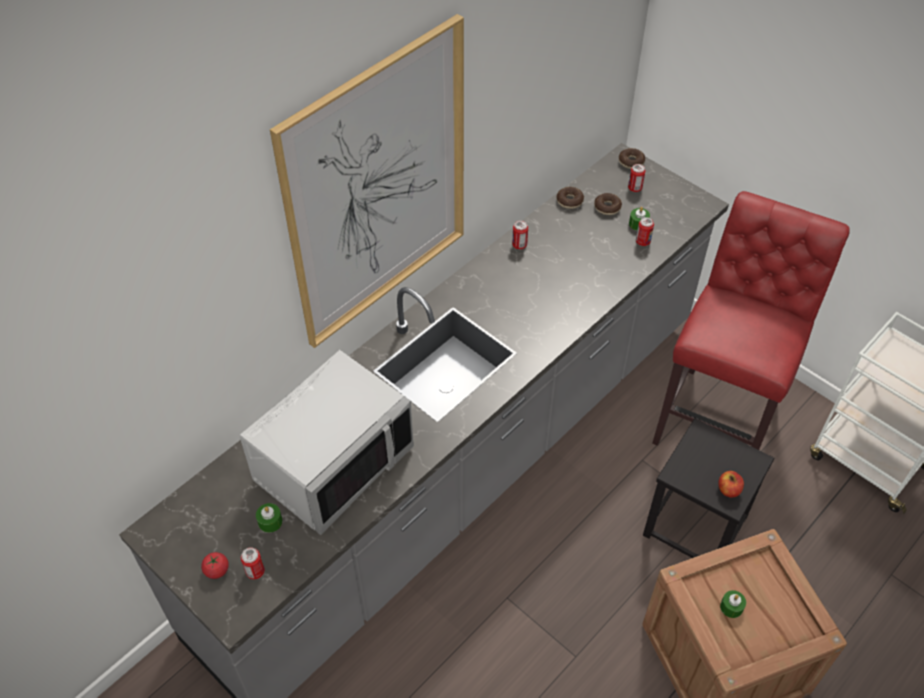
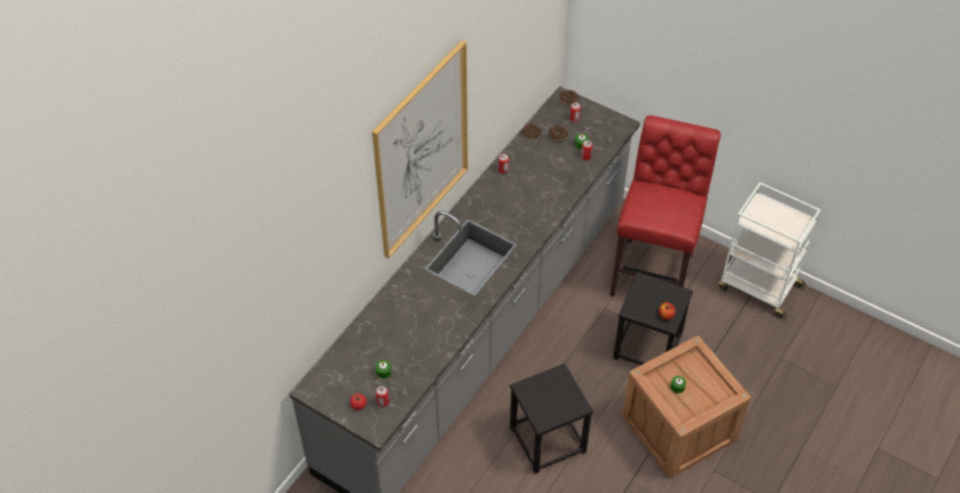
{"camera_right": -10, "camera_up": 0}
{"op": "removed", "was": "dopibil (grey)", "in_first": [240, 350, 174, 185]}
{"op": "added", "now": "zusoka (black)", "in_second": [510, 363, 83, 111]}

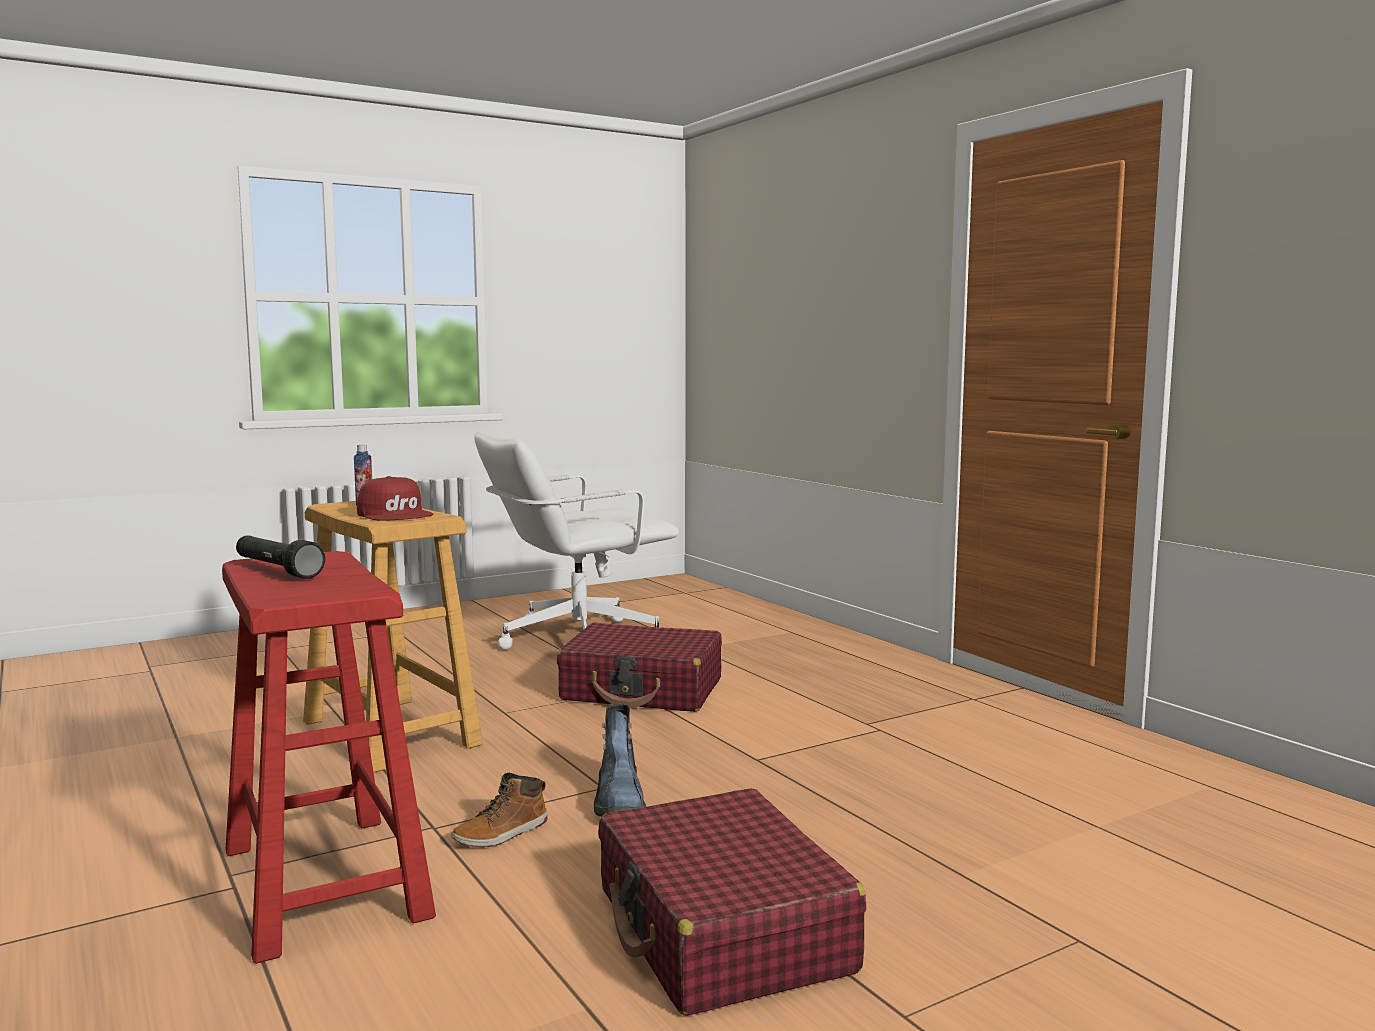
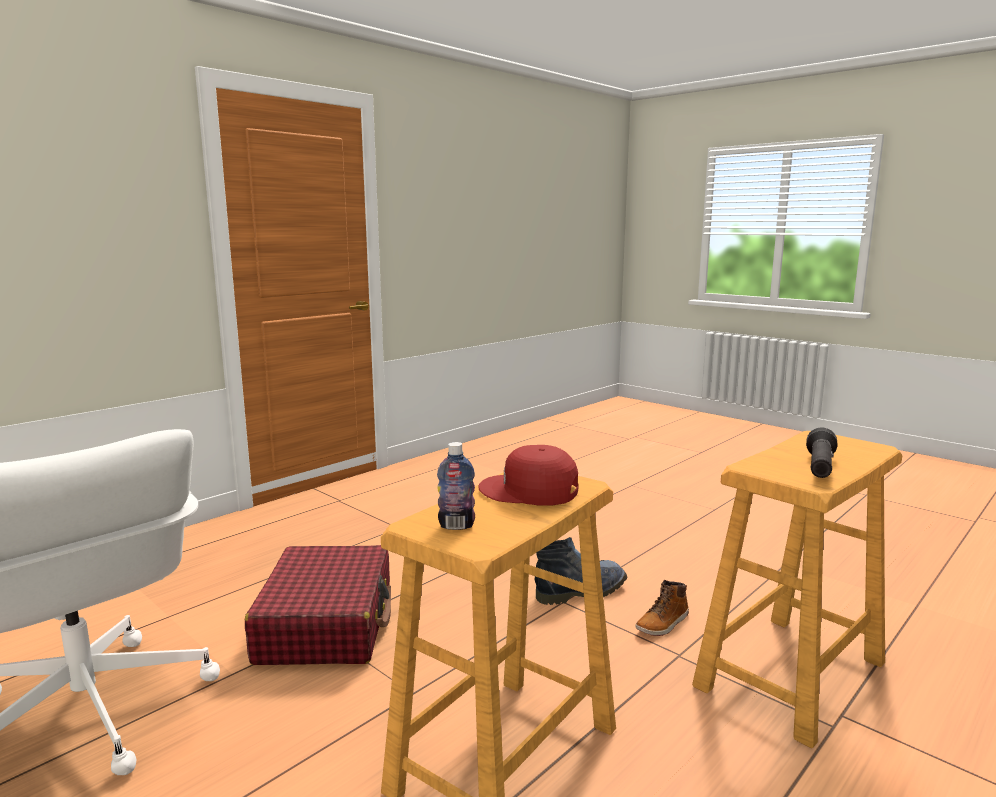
{"camera_right": -105, "camera_up": 5}
{"op": "removed", "was": "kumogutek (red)", "in_first": [598, 788, 269, 228]}
{"op": "recoloured", "was": "zusoka (red)", "now": "zusoka (beige)", "in_first": [222, 551, 214, 413], "in_second": [692, 431, 210, 317]}
{"op": "turned", "was": "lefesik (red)", "in_first": [357, 476, 76, 45], "in_second": [478, 445, 101, 61], "clockwise": -105}
{"op": "turned", "was": "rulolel", "in_first": [451, 773, 96, 74], "in_second": [635, 580, 54, 56], "clockwise": 105}

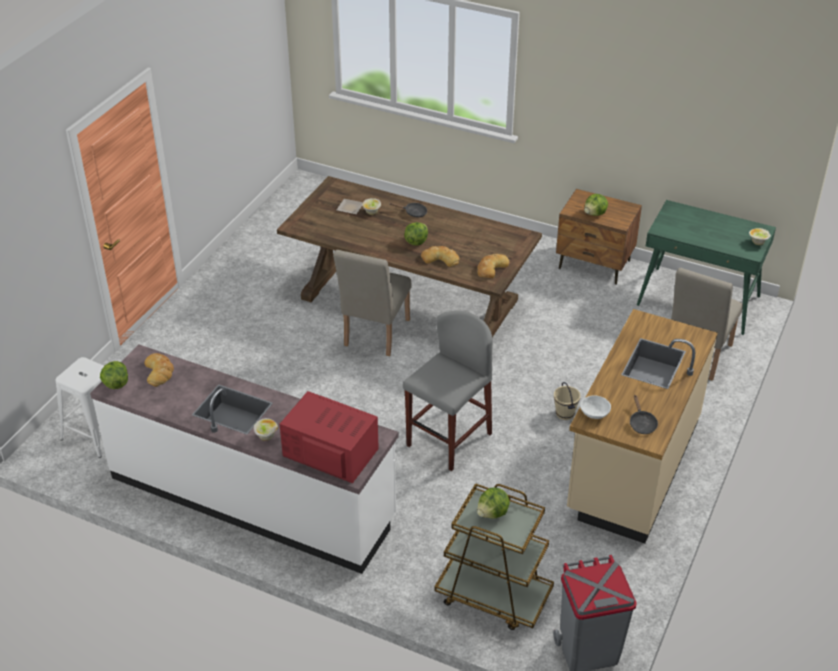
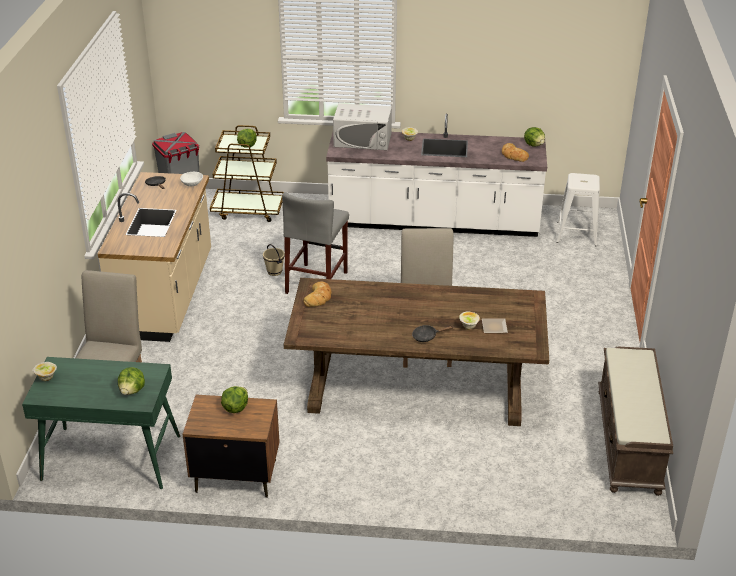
{"camera_right": 160, "camera_up": -5}
{"op": "removed", "was": "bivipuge", "in_first": [421, 246, 38, 21]}
{"op": "added", "now": "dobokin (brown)", "in_second": [598, 347, 75, 149]}
{"op": "moved", "was": "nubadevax", "in_first": [404, 222, 24, 24], "in_second": [118, 367, 27, 28]}
{"op": "moved", "was": "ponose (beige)", "in_first": [554, 382, 27, 38], "in_second": [263, 244, 22, 32]}
{"op": "recoloured", "was": "dopibil (red)", "now": "dopibil (white)", "in_first": [280, 391, 99, 92], "in_second": [333, 103, 59, 47]}

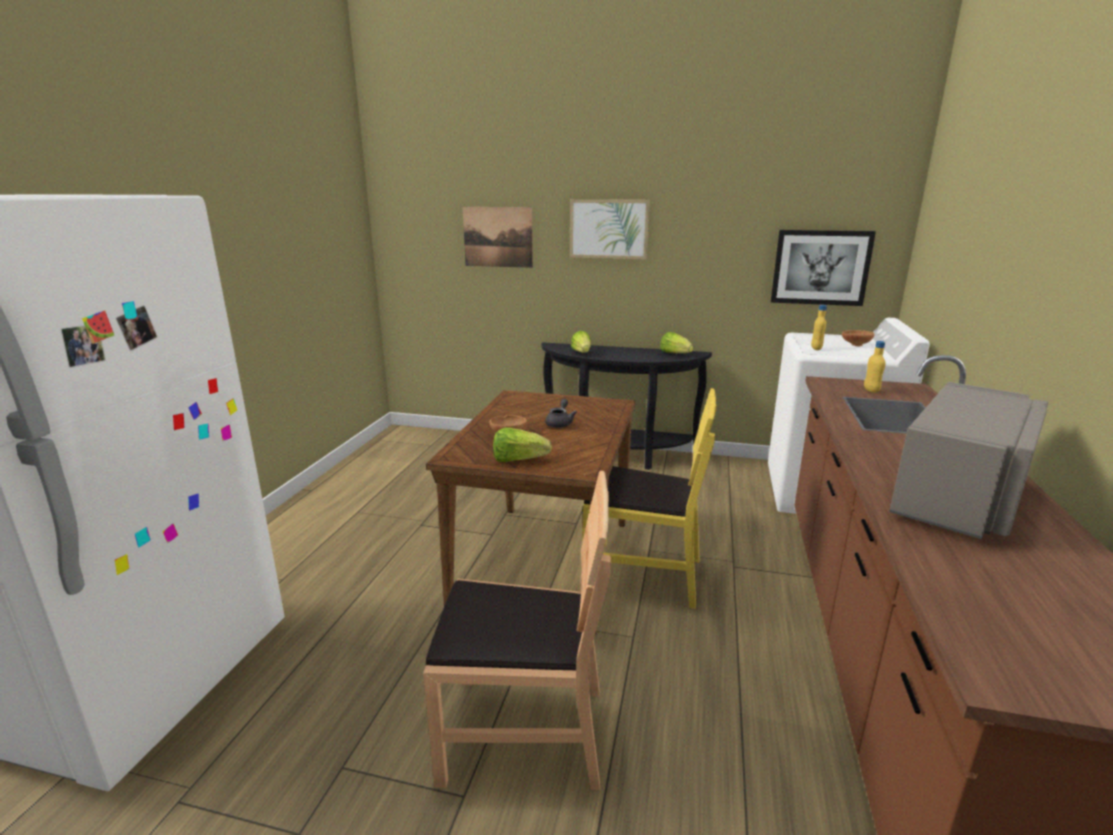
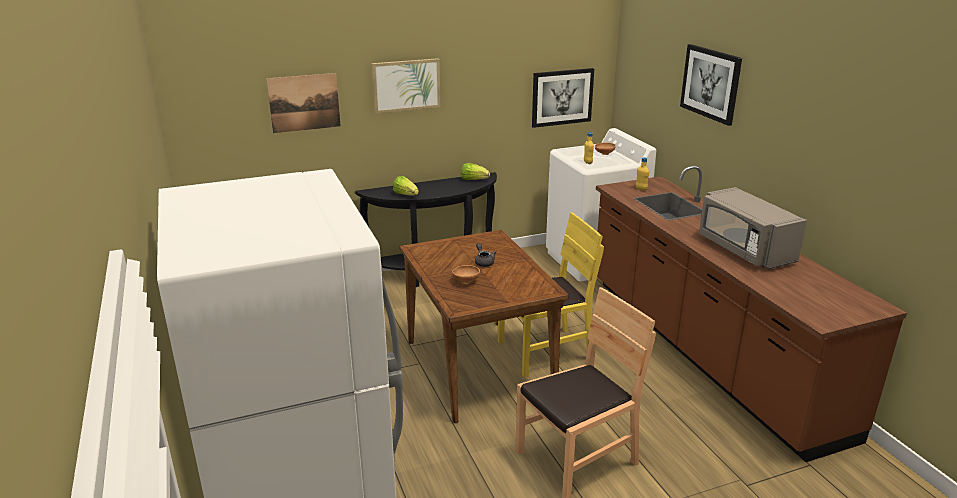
{"camera_right": -35, "camera_up": 5}
{"op": "removed", "was": "nubadevax", "in_first": [493, 427, 59, 35]}
{"op": "added", "now": "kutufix", "in_second": [680, 44, 62, 82]}
{"op": "turned", "was": "dopibil (grey)", "in_first": [889, 382, 159, 157], "in_second": [699, 187, 108, 82], "clockwise": 150}

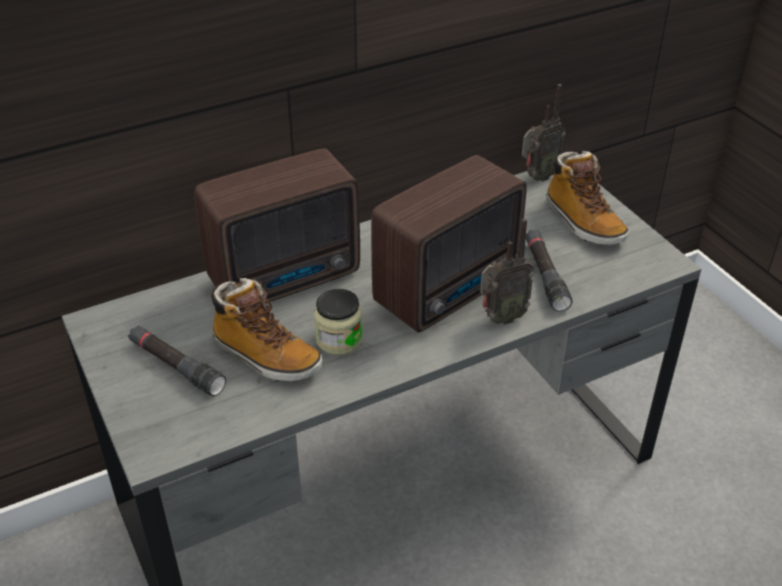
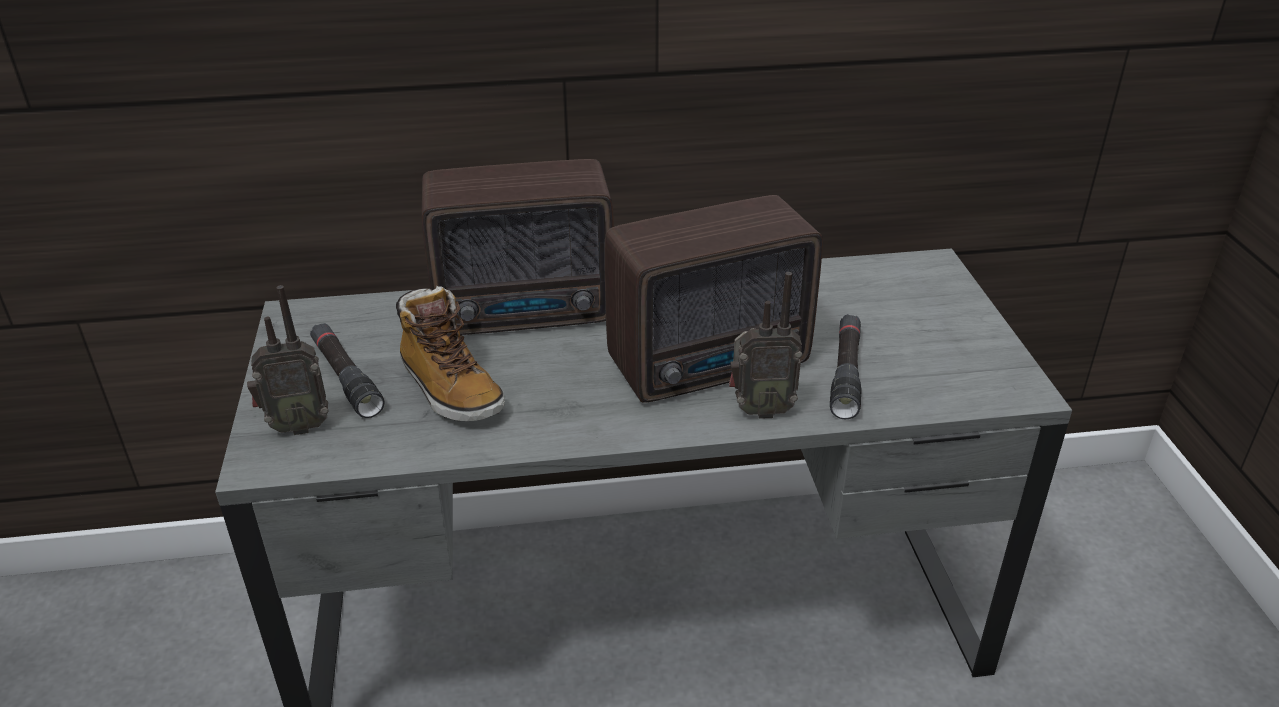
{"camera_right": 20, "camera_up": -5}
{"op": "removed", "was": "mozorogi", "in_first": [314, 289, 49, 66]}
{"op": "removed", "was": "rulolel", "in_first": [546, 151, 83, 94]}
{"op": "moved", "was": "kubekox", "in_first": [522, 84, 44, 98], "in_second": [247, 285, 82, 150]}

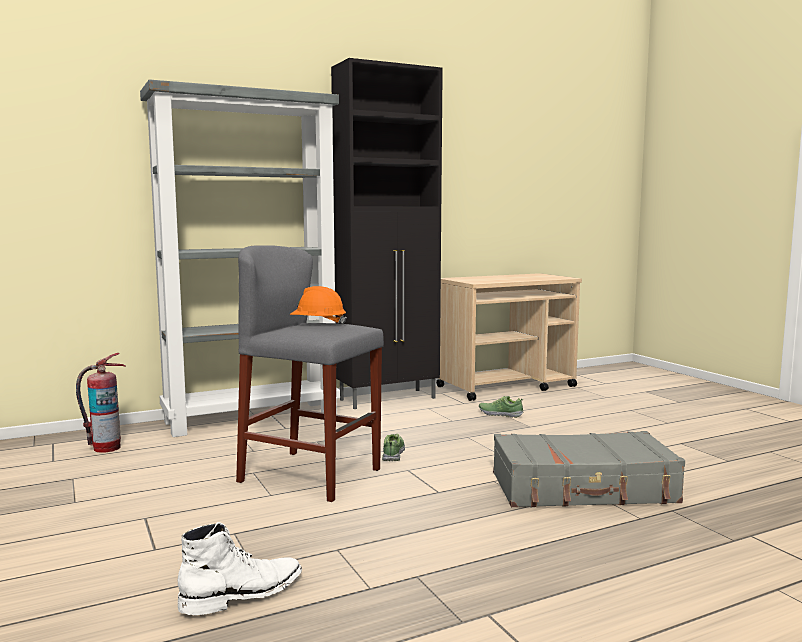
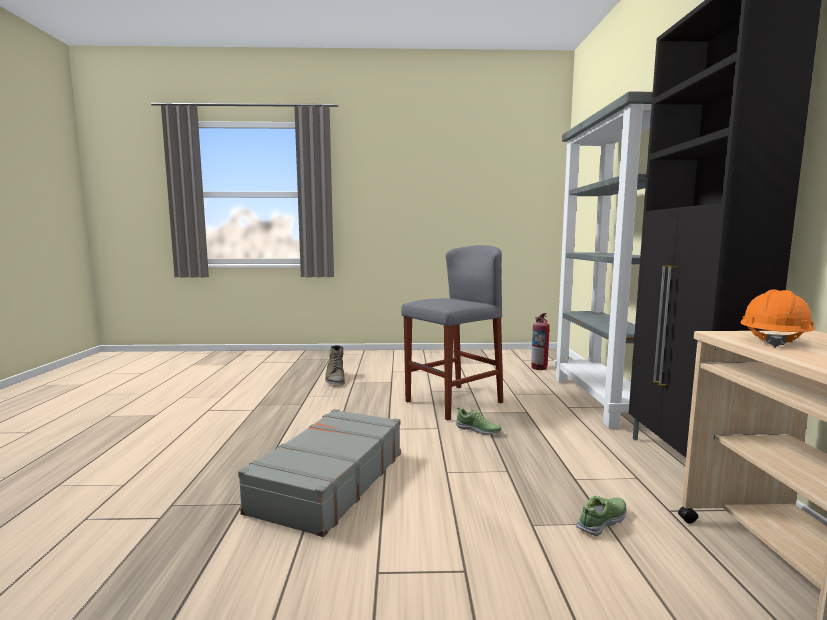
{"camera_right": 115, "camera_up": 0}
{"op": "moved", "was": "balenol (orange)", "in_first": [290, 286, 57, 39], "in_second": [740, 289, 75, 59]}
{"op": "recoloured", "was": "rulolel (white)", "now": "rulolel (green)", "in_first": [177, 522, 125, 93], "in_second": [325, 345, 20, 40]}

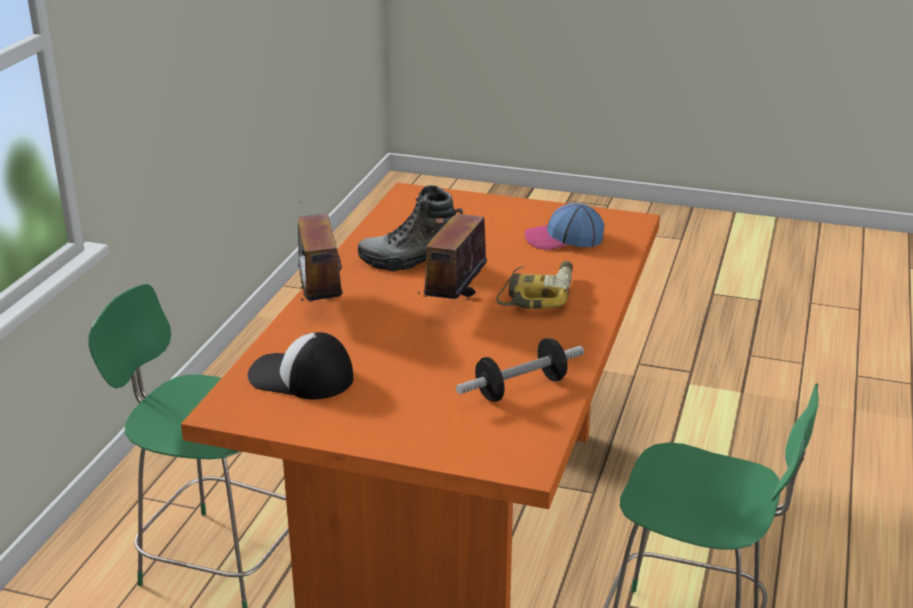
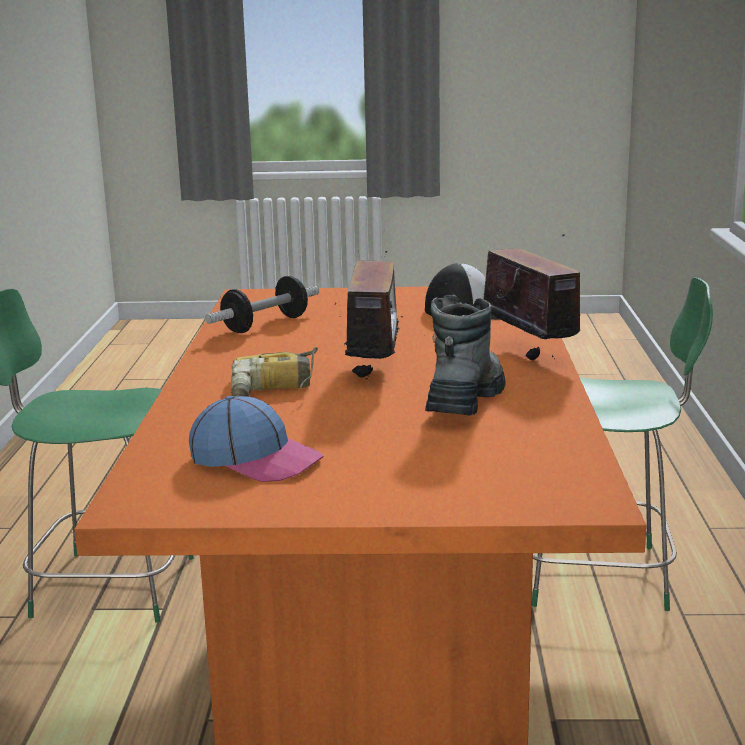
{"camera_right": 165, "camera_up": -10}
{"op": "turned", "was": "rulolel", "in_first": [358, 185, 105, 86], "in_second": [425, 295, 81, 121], "clockwise": -60}
{"op": "turned", "was": "lefesik", "in_first": [525, 203, 79, 47], "in_second": [189, 396, 134, 86], "clockwise": 45}

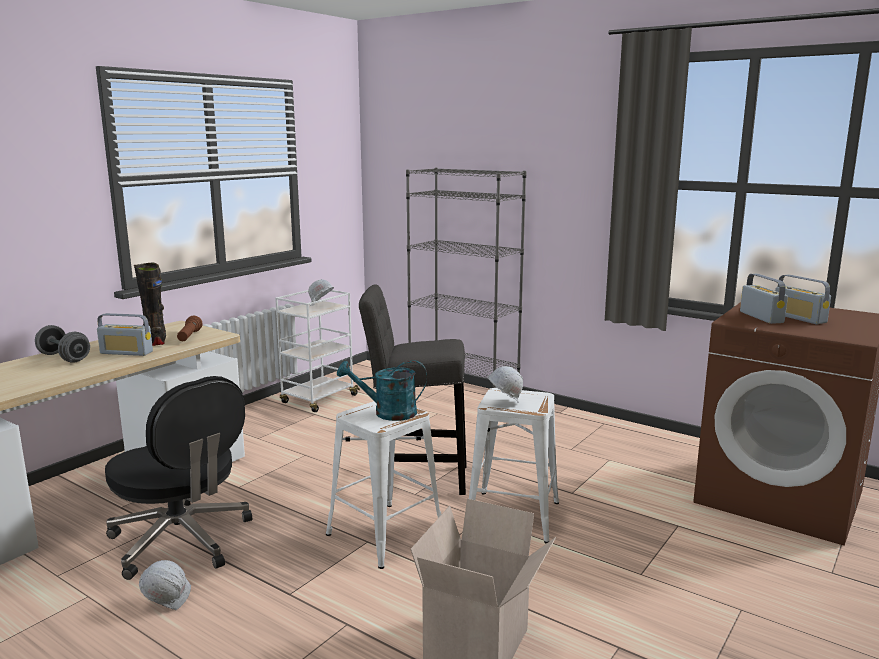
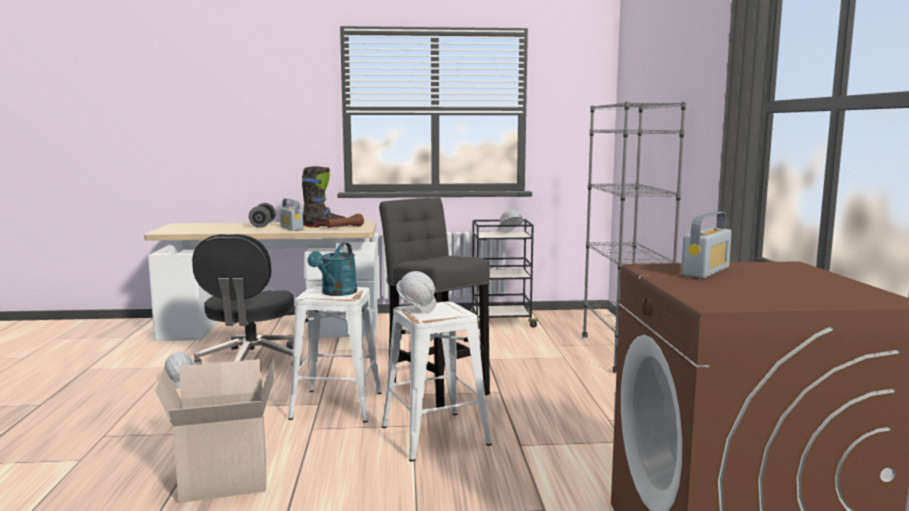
{"camera_right": 50, "camera_up": -5}
{"op": "removed", "was": "kubekox", "in_first": [775, 275, 56, 49]}
{"op": "recoloured", "was": "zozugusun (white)", "now": "zozugusun (black)", "in_first": [275, 290, 85, 122], "in_second": [471, 219, 69, 110]}
{"op": "turned", "was": "rulolel (black)", "in_first": [134, 263, 32, 83], "in_second": [302, 166, 44, 62], "clockwise": 45}
{"op": "turned", "was": "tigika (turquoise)", "in_first": [337, 360, 90, 61], "in_second": [307, 243, 50, 53], "clockwise": -120}

